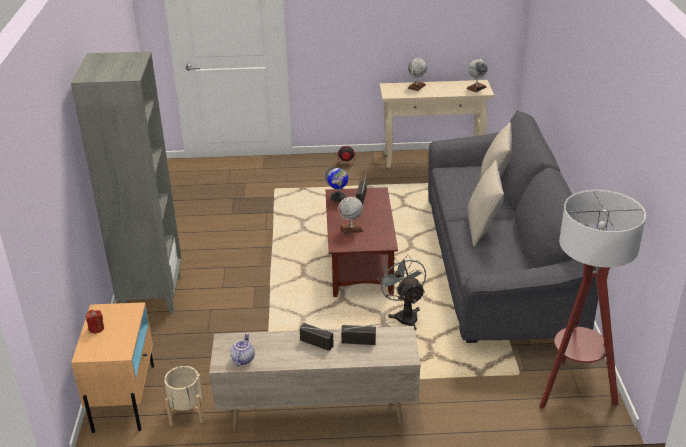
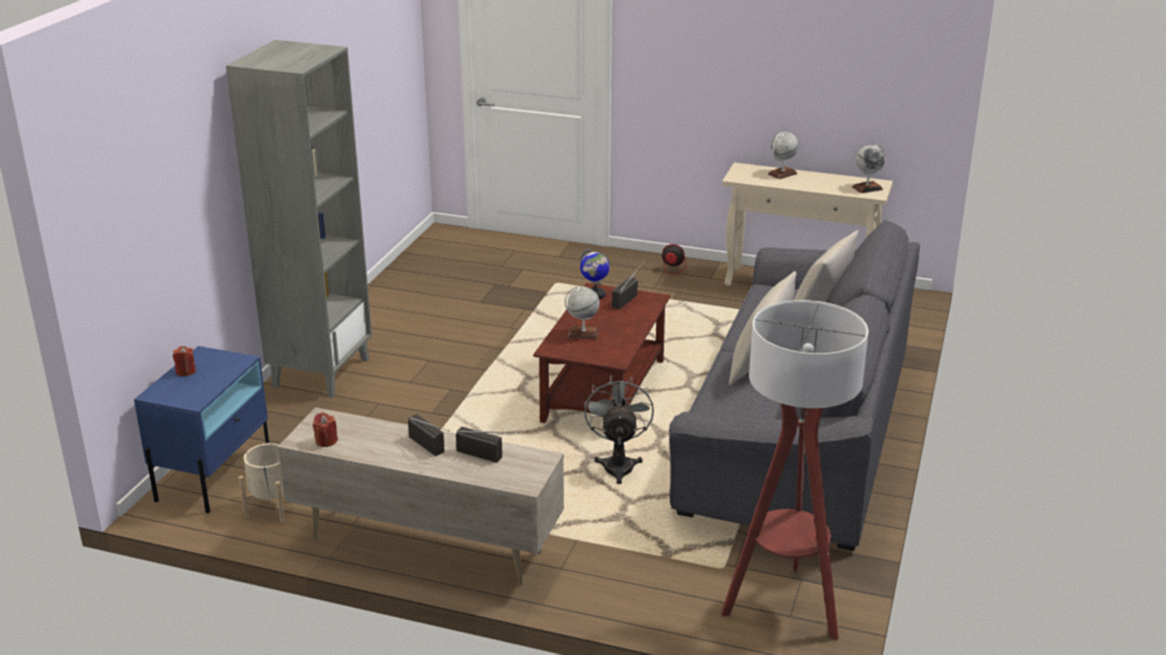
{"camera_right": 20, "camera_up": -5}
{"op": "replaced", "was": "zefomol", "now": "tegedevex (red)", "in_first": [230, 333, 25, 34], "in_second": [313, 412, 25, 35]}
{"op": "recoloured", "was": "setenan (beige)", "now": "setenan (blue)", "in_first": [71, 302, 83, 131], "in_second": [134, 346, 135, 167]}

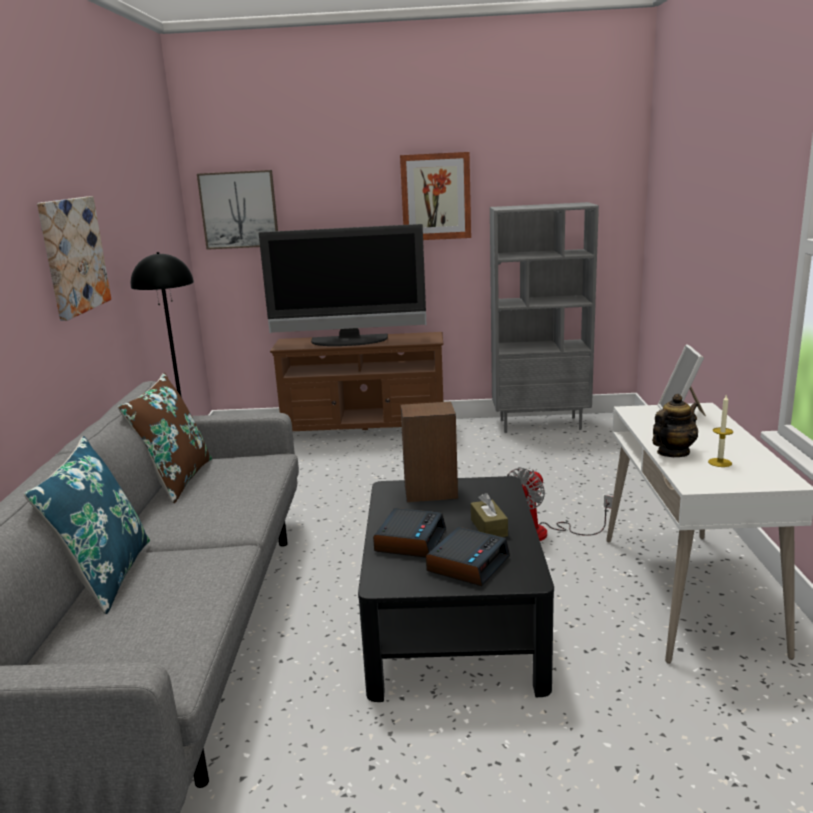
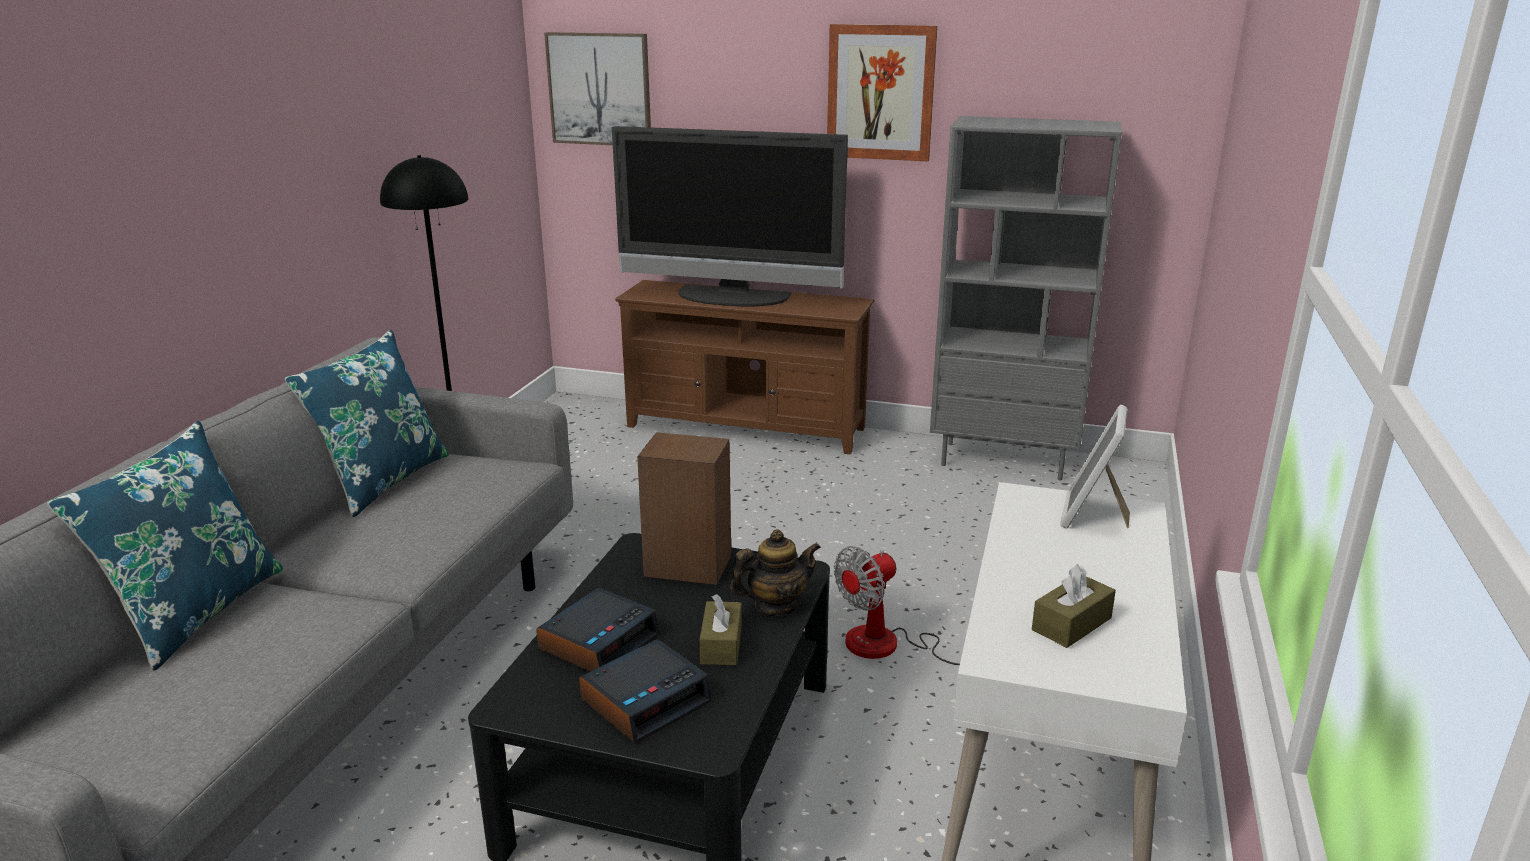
{"camera_right": 15, "camera_up": 5}
{"op": "removed", "was": "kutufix", "in_first": [37, 196, 74, 125]}
{"op": "moved", "was": "zefomol", "in_first": [652, 394, 46, 63], "in_second": [730, 529, 91, 87]}
{"op": "replaced", "was": "tegedevex", "now": "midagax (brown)", "in_first": [708, 394, 25, 73], "in_second": [1032, 564, 84, 84]}
{"op": "recoloured", "was": "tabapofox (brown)", "now": "tabapofox (blue)", "in_first": [118, 373, 94, 131], "in_second": [285, 330, 164, 187]}

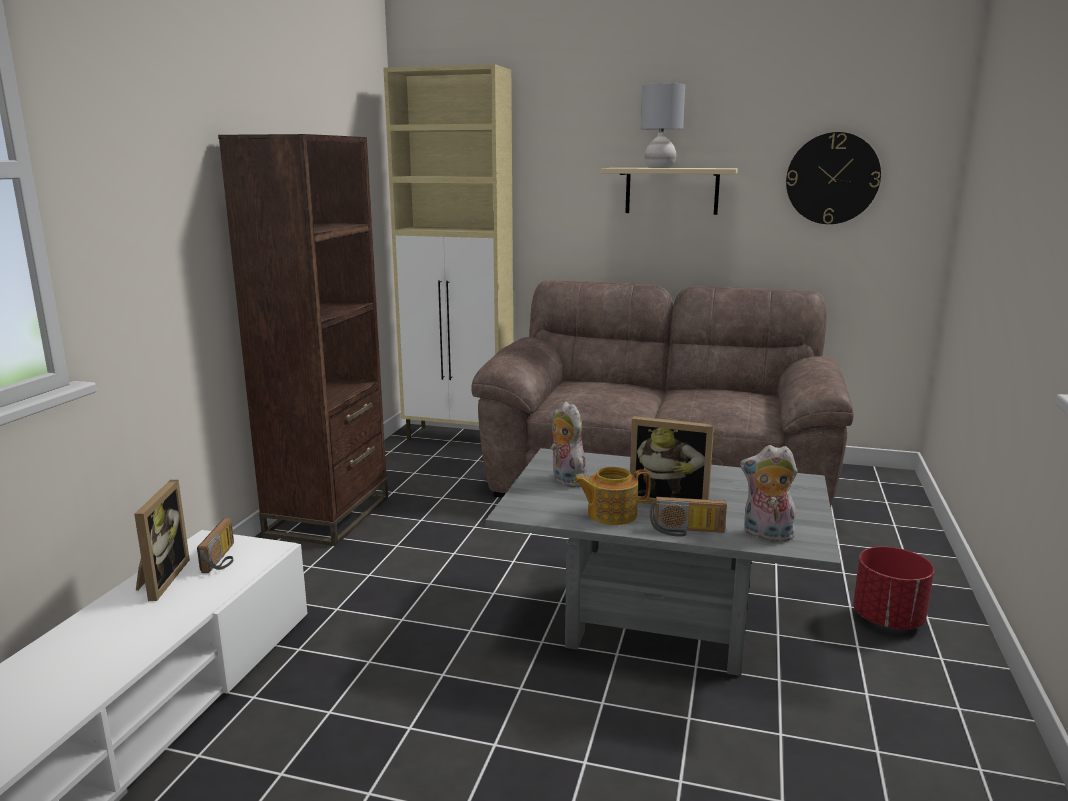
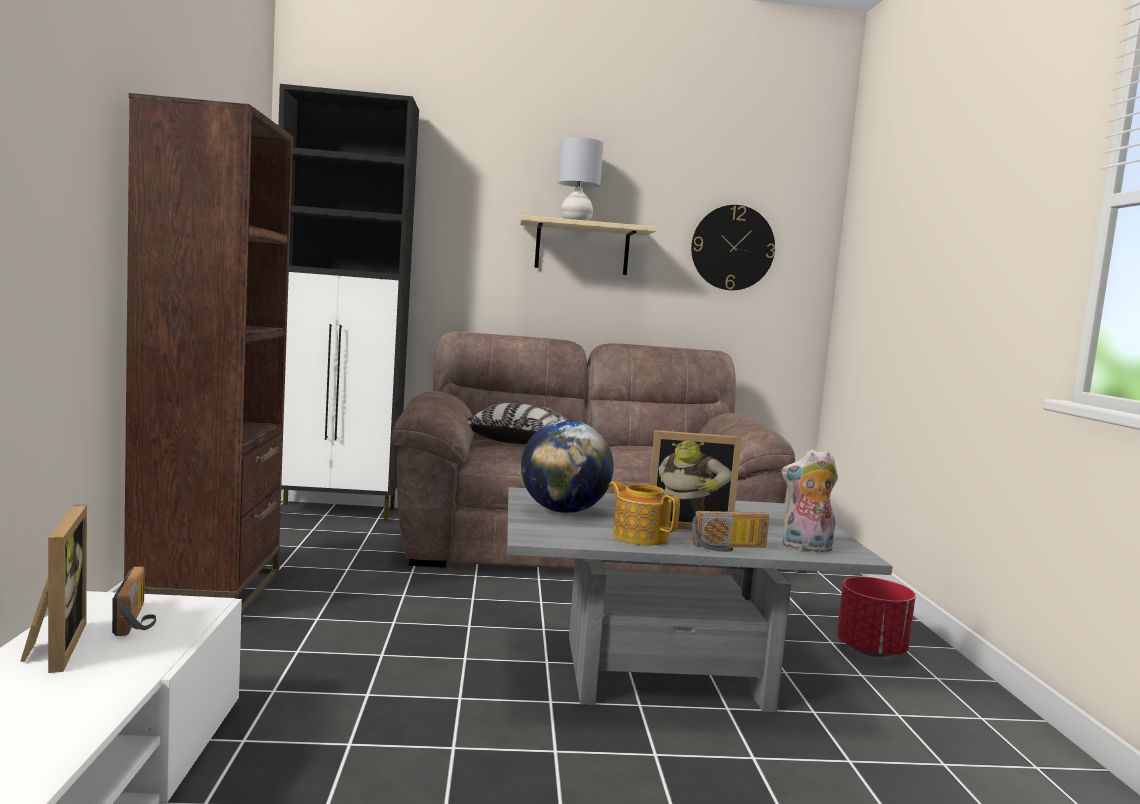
{"camera_right": -20, "camera_up": -10}
{"op": "added", "now": "tabapofox", "in_second": [467, 403, 100, 41]}
{"op": "replaced", "was": "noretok", "now": "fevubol", "in_first": [551, 401, 36, 86], "in_second": [521, 420, 93, 93]}
{"op": "recoloured", "was": "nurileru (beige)", "now": "nurileru (black)", "in_first": [383, 64, 130, 376], "in_second": [278, 84, 141, 438]}
{"op": "turned", "was": "zefomol", "in_first": [573, 467, 78, 58], "in_second": [609, 481, 71, 65], "clockwise": 75}

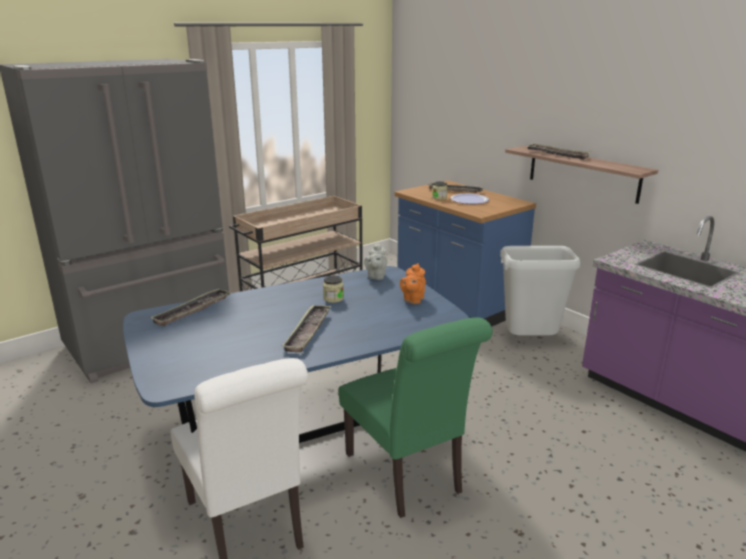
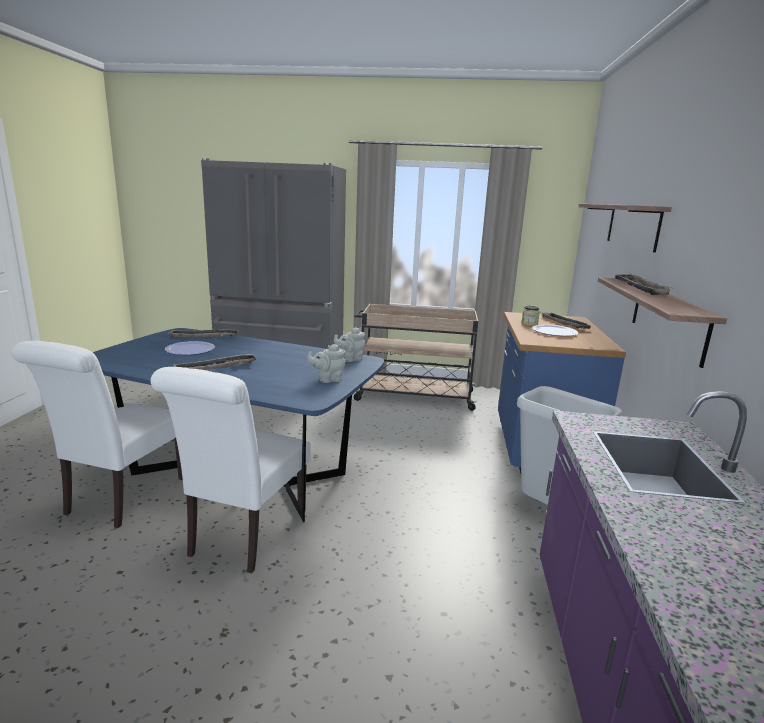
{"camera_right": 45, "camera_up": -5}
{"op": "removed", "was": "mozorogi", "in_first": [323, 275, 21, 28]}
{"op": "added", "now": "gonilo", "in_second": [165, 341, 50, 14]}
{"op": "added", "now": "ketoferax", "in_second": [578, 204, 94, 49]}
{"op": "recoloured", "was": "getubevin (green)", "now": "getubevin (white)", "in_first": [339, 317, 154, 201], "in_second": [150, 367, 161, 206]}
{"op": "recoloured", "was": "zefomol (orange)", "now": "zefomol (grey)", "in_first": [400, 263, 26, 41], "in_second": [307, 344, 39, 39]}

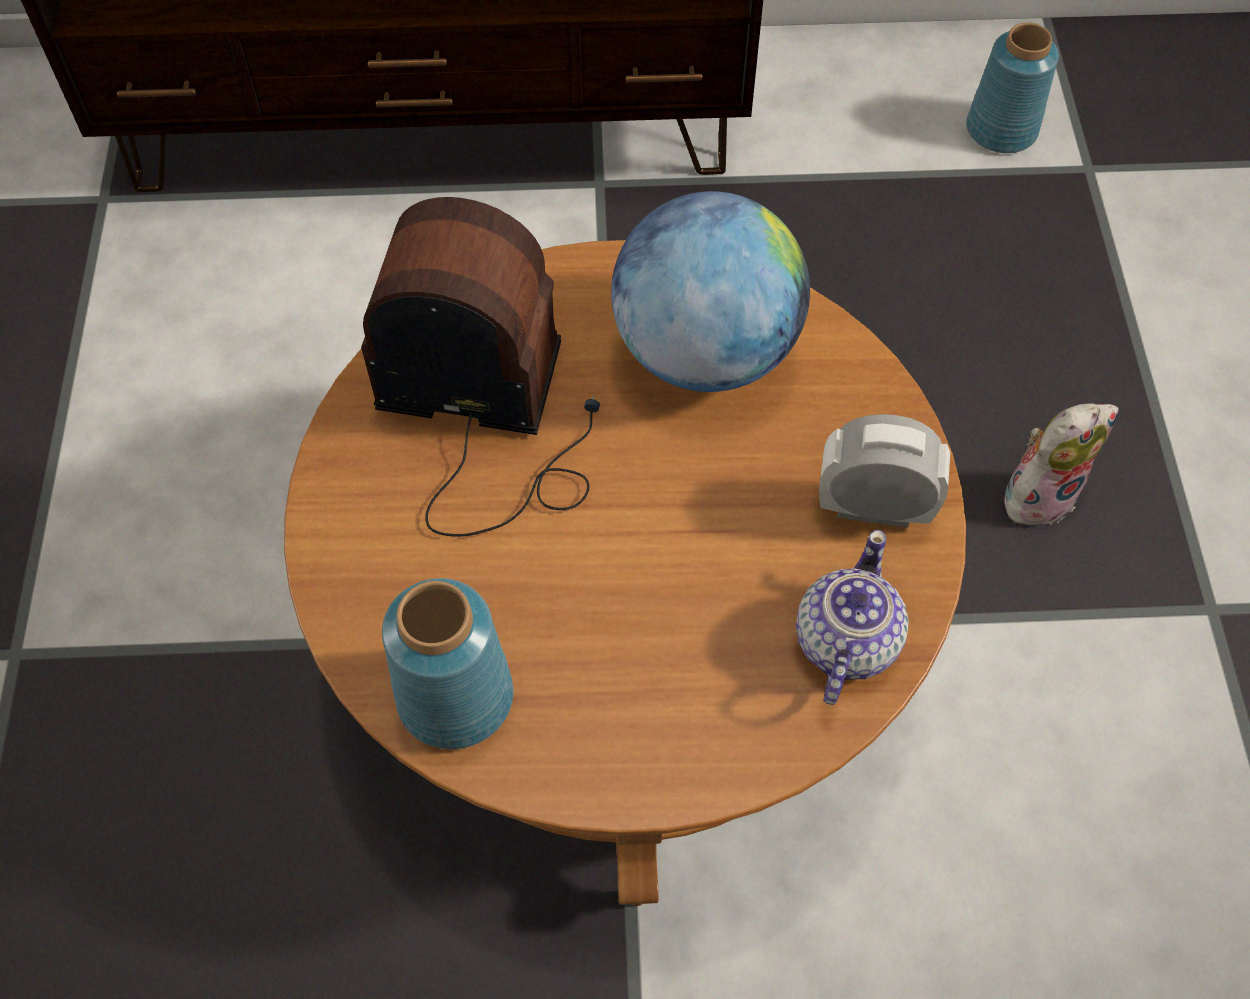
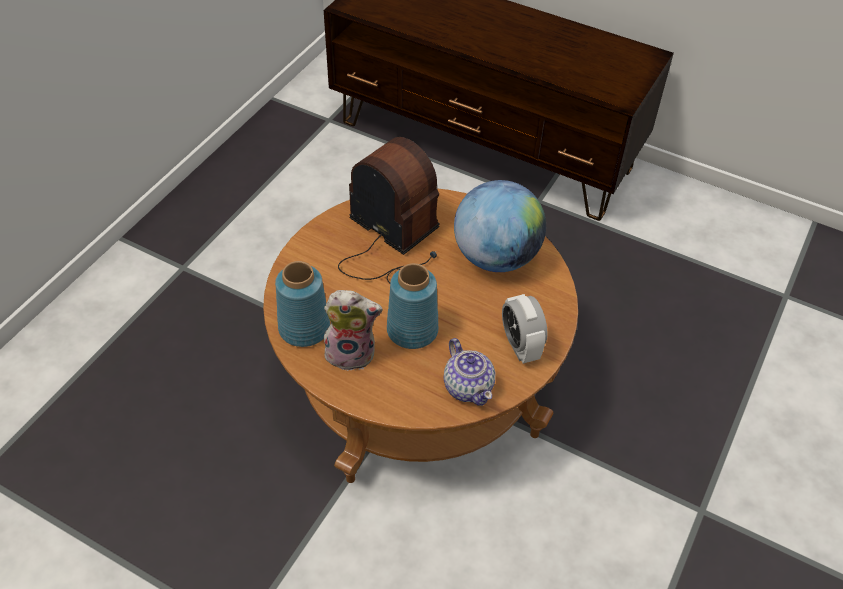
{"camera_right": 30, "camera_up": -10}
{"op": "moved", "was": "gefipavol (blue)", "in_first": [966, 22, 93, 131], "in_second": [387, 263, 52, 86]}
{"op": "moved", "was": "noretok", "in_first": [1004, 403, 115, 123], "in_second": [324, 290, 59, 81]}
{"op": "turned", "was": "zefomol", "in_first": [796, 530, 113, 175], "in_second": [444, 338, 51, 68], "clockwise": 105}
{"op": "turned", "was": "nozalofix", "in_first": [819, 414, 131, 114], "in_second": [502, 294, 46, 70], "clockwise": -150}

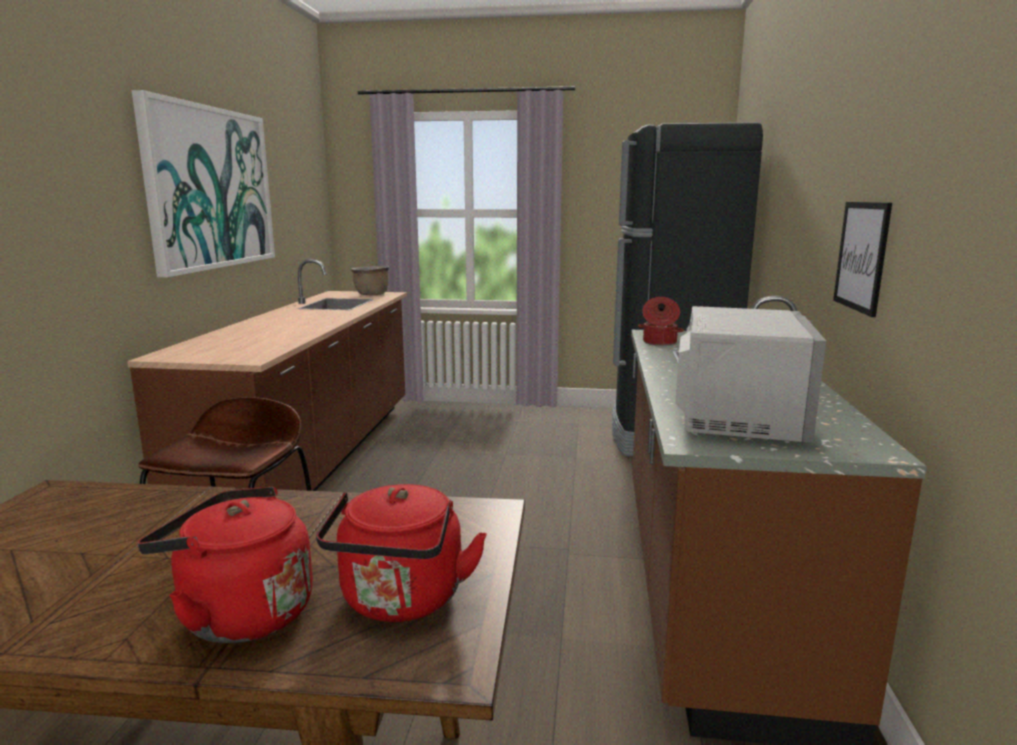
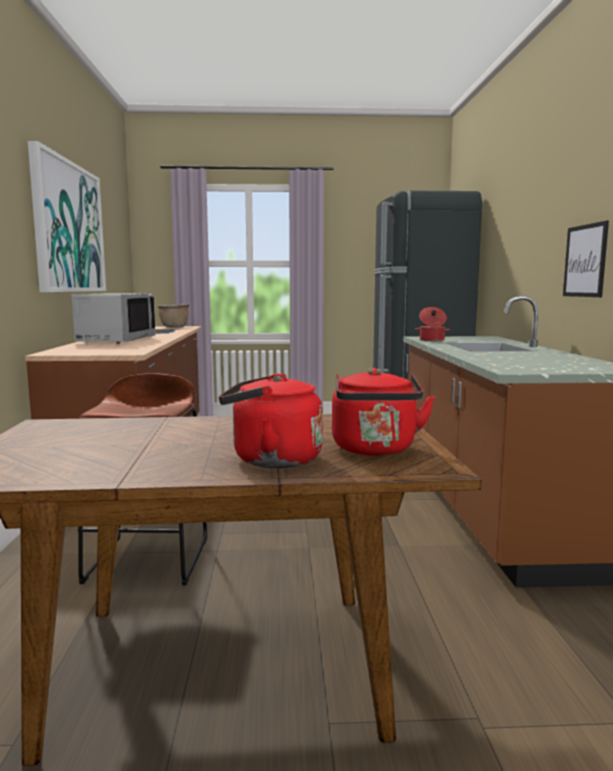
{"camera_right": -10, "camera_up": -5}
{"op": "moved", "was": "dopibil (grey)", "in_first": [675, 306, 151, 137], "in_second": [72, 294, 84, 49]}

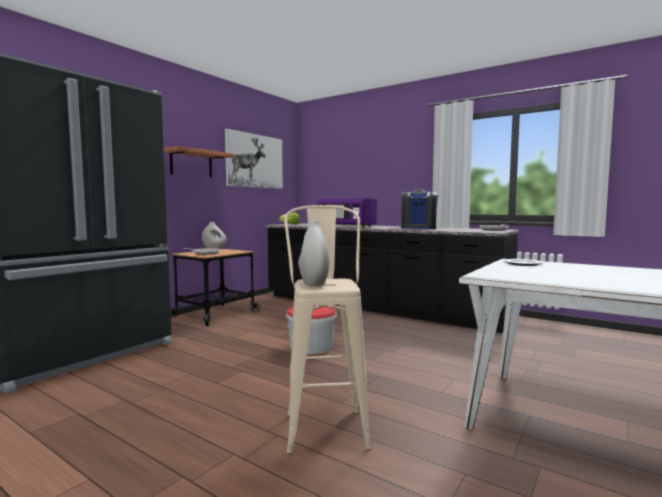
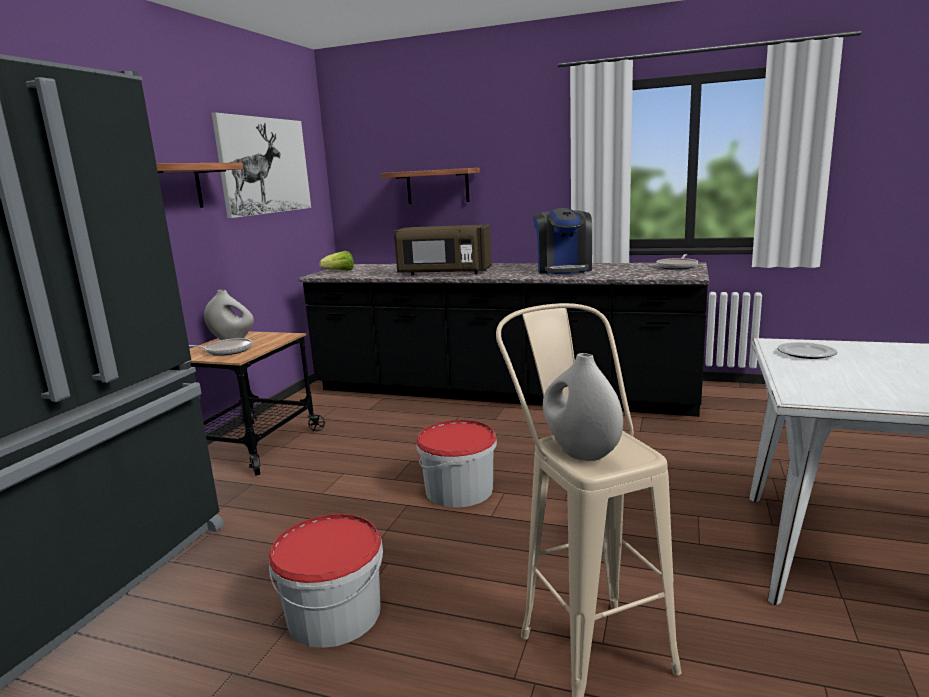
{"camera_right": -15, "camera_up": 10}
{"op": "added", "now": "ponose", "in_second": [269, 514, 114, 134]}
{"op": "added", "now": "ketoferax", "in_second": [381, 168, 99, 36]}
{"op": "recoloured", "was": "dopibil (purple)", "now": "dopibil (brown)", "in_first": [317, 198, 60, 29], "in_second": [394, 224, 98, 51]}

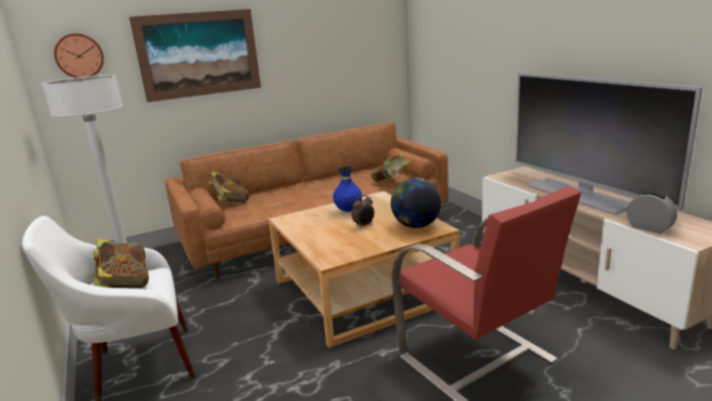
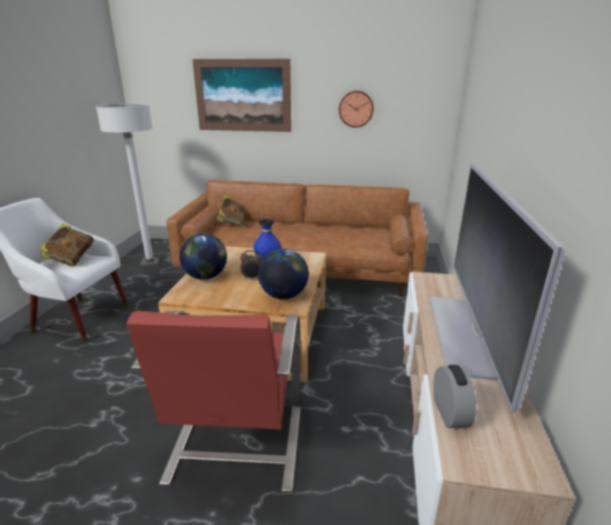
{"camera_right": 35, "camera_up": 5}
{"op": "removed", "was": "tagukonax", "in_first": [371, 153, 39, 29]}
{"op": "added", "now": "fevubol", "in_second": [179, 233, 48, 47]}
{"op": "moved", "was": "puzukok", "in_first": [54, 33, 50, 45], "in_second": [339, 91, 35, 37]}

